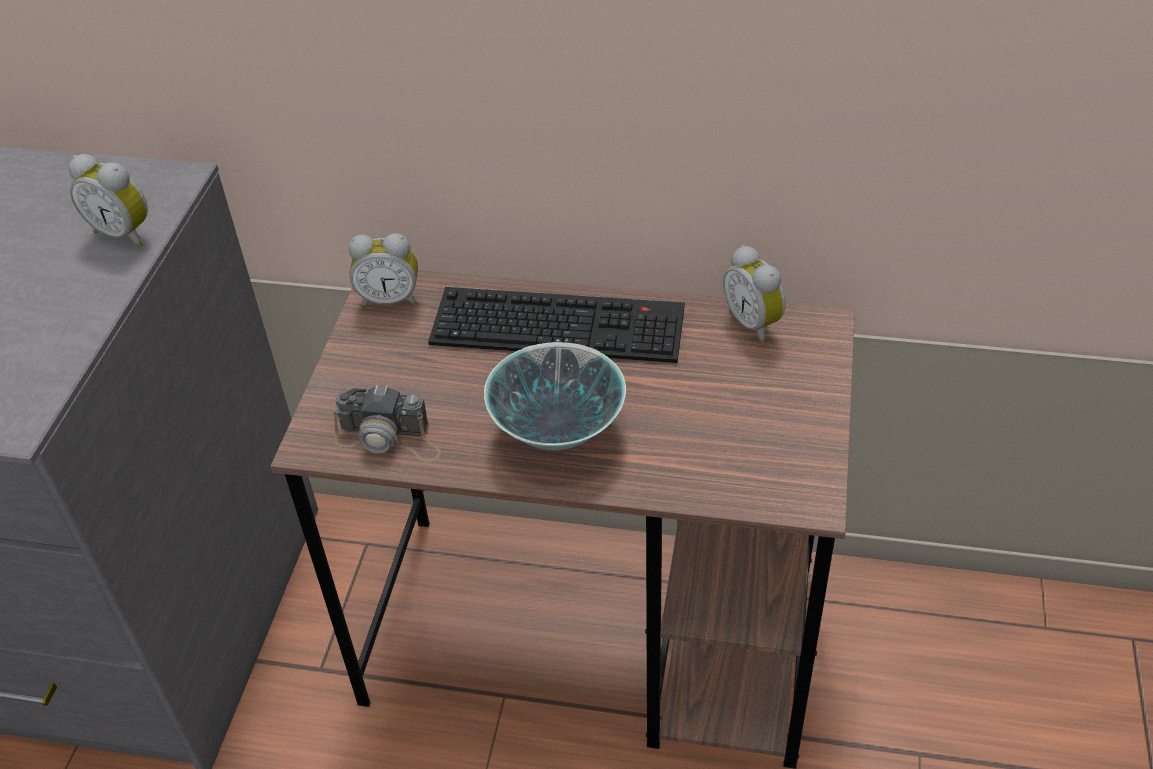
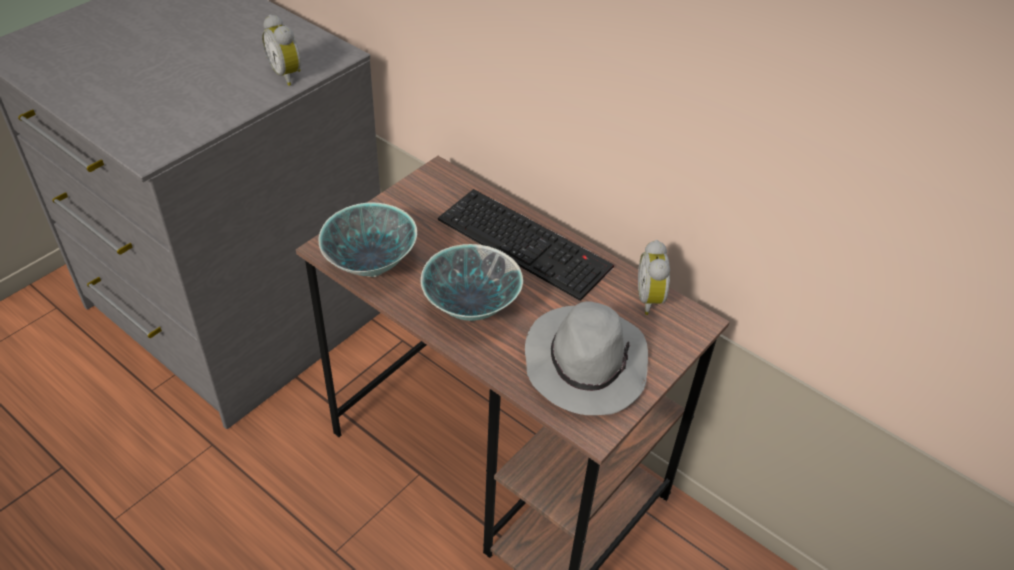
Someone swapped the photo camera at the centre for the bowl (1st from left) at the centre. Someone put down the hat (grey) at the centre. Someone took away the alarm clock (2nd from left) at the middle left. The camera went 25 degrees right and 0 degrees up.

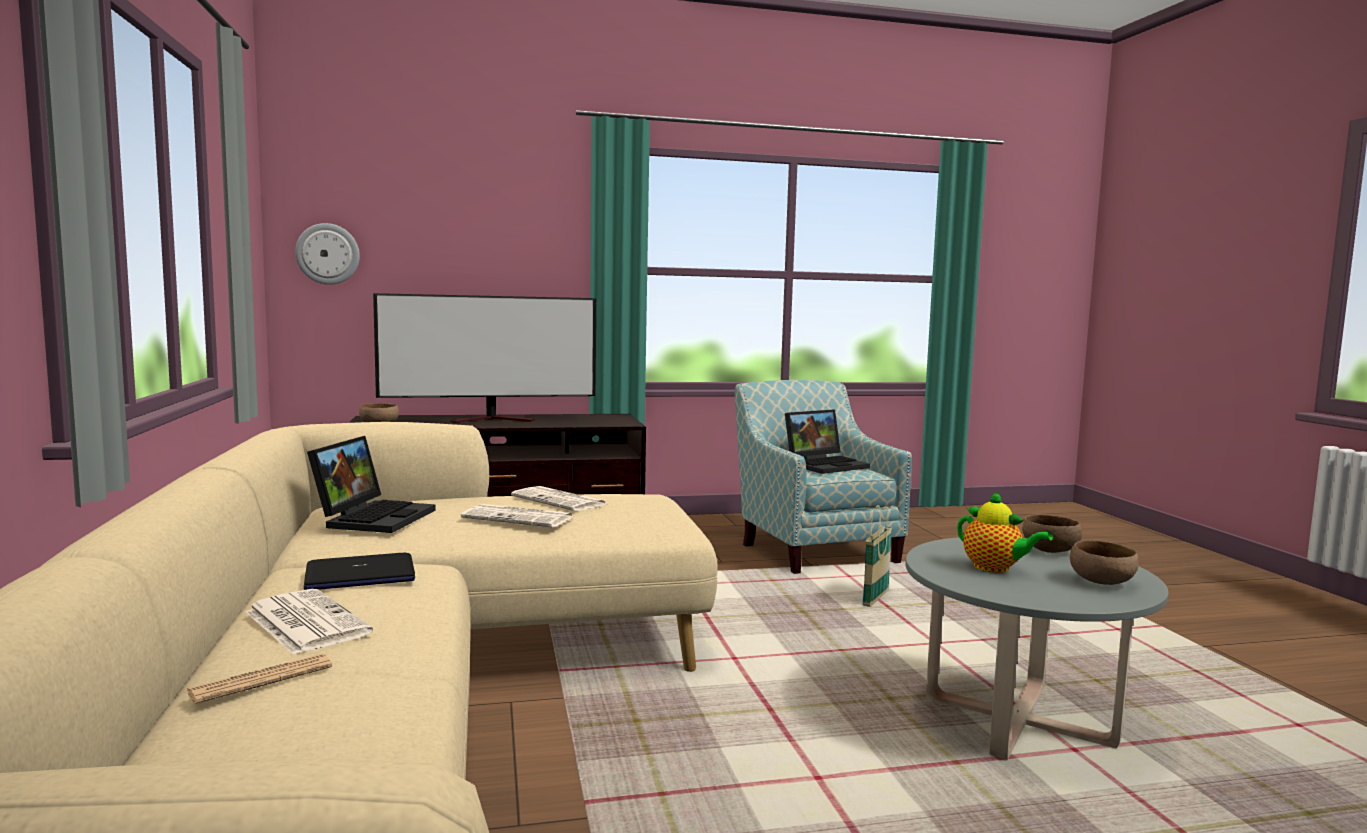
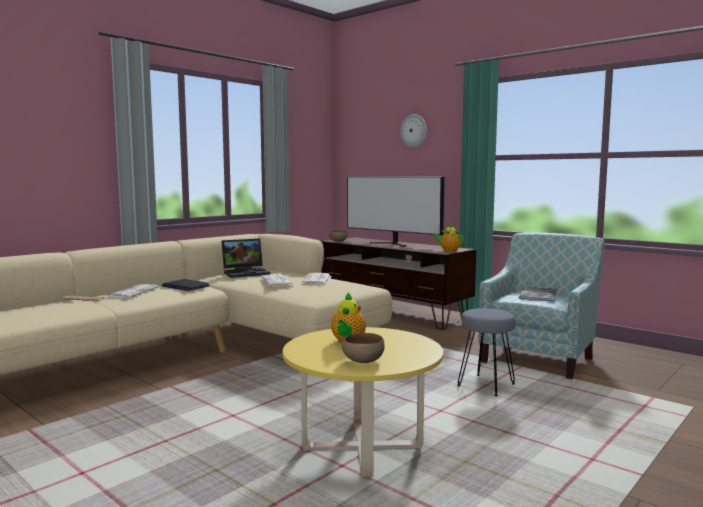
Someone repainted the coffee table (grey) at the bottom right, which became the coffee table (yellow) at the bottom centre. Someone carried the wall clock from the top left to the top centre. Someone put down the teapot (2nd from left) at the centre. Someone swapped the basket at the bottom centre for the stool (grey) at the bottom right. Someone swapped the laptop (3rd from left) at the centre for the book at the middle right. Someone took away the bowl (brown) (2nd from left) at the middle right. The camera went 55 degrees right and 0 degrees up.

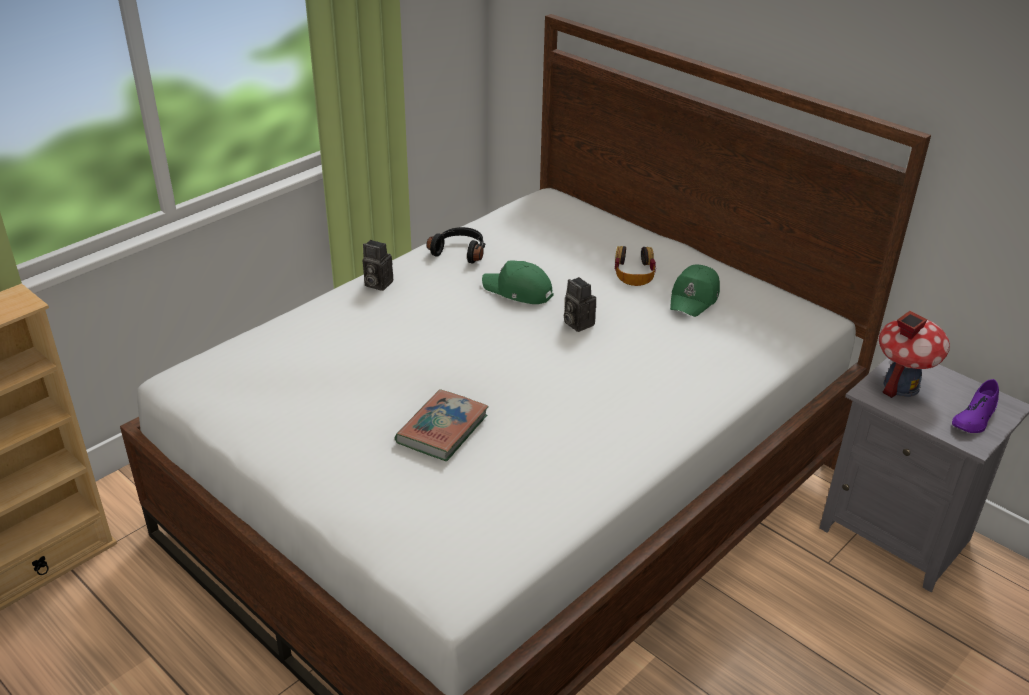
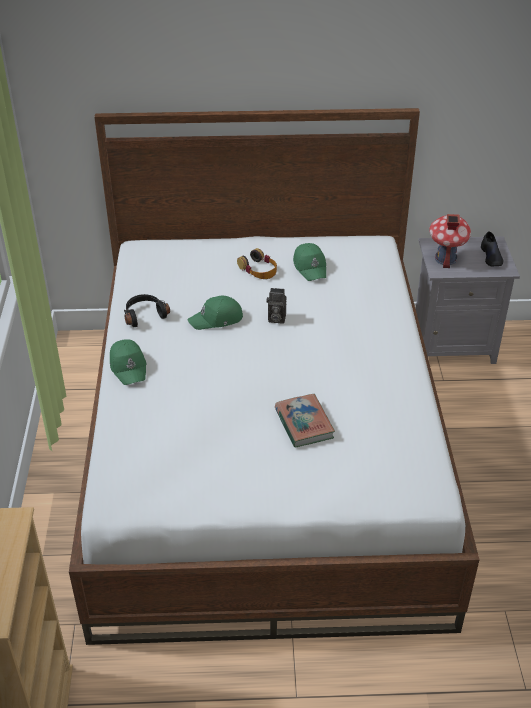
Someone swapped the photo camera (1st from left) at the centre for the cap (green) (1st from left) at the middle left. Someone repainted the shoe (purple) at the middle right, which became the shoe (black) at the middle right. The camera went 45 degrees left and 5 degrees up.

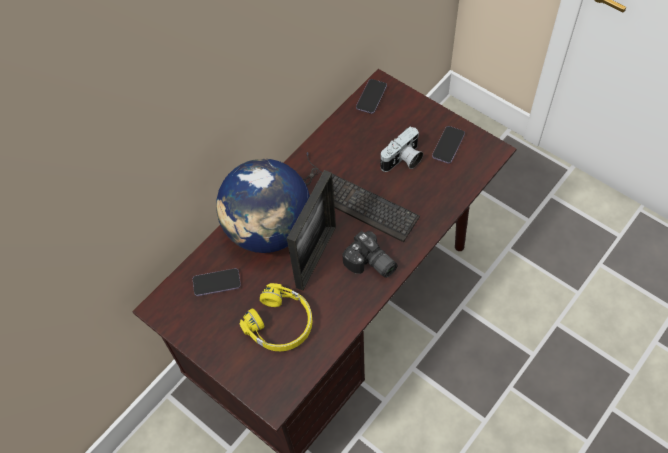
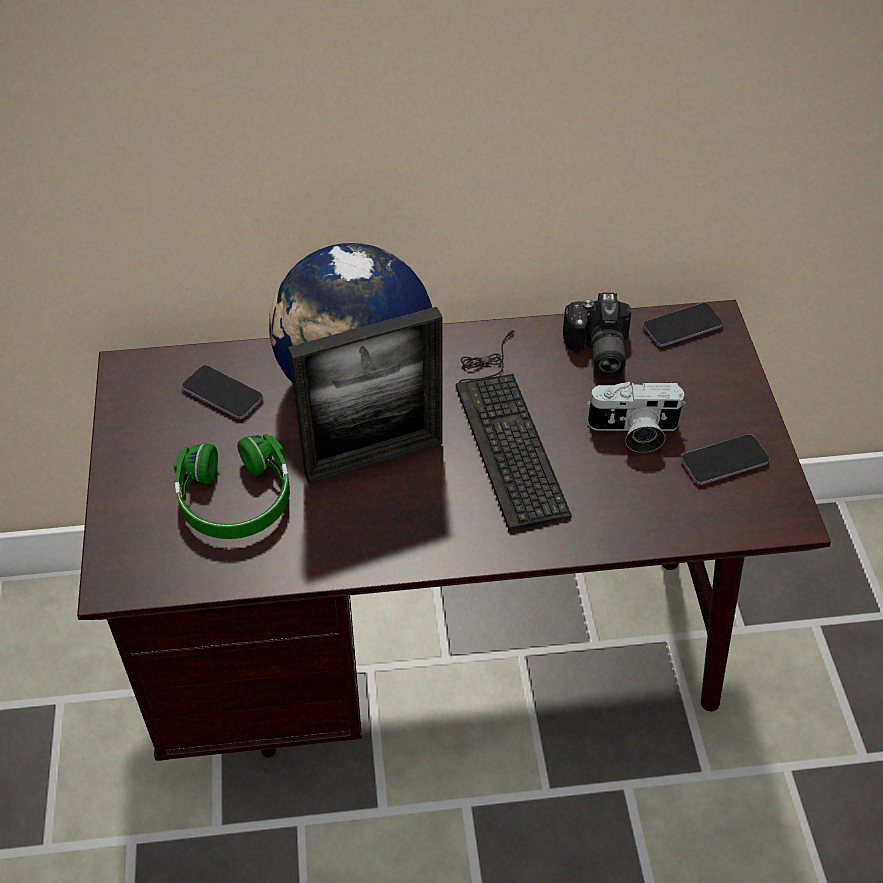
Someone repainted the headphones (yellow) at the bottom centre, which became the headphones (green) at the middle left. Someone carried the photo camera (1st from left) from the centre to the middle right. The camera went 40 degrees right and 10 degrees down.

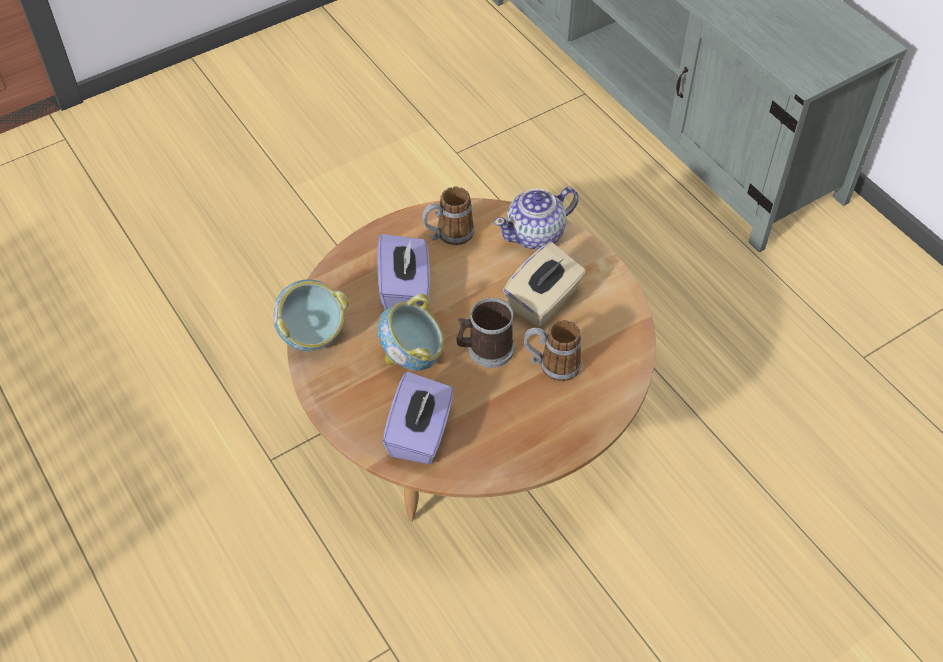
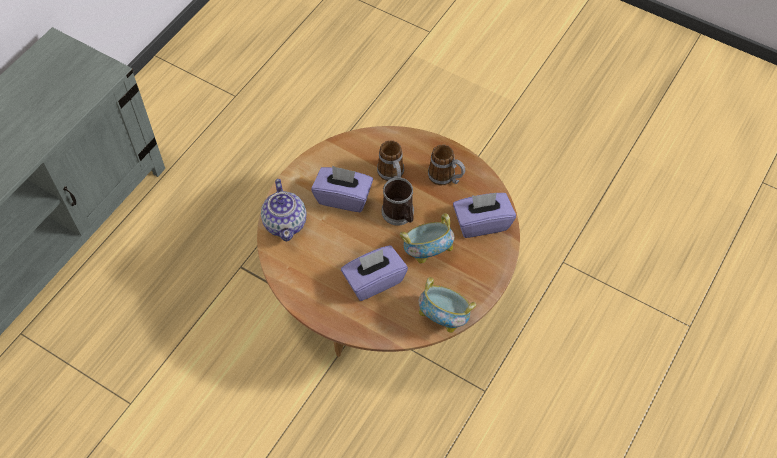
Someone rotated the teapot at the top centre by 45 degrees clockwise. Someone repainted the tissue box (beige) at the centre, which became the tissue box (purple) (1st from left) at the centre. Someone carried the mug (1st from left in the first image) from the top centre to the centre. The camera went 115 degrees left and 5 degrees up.

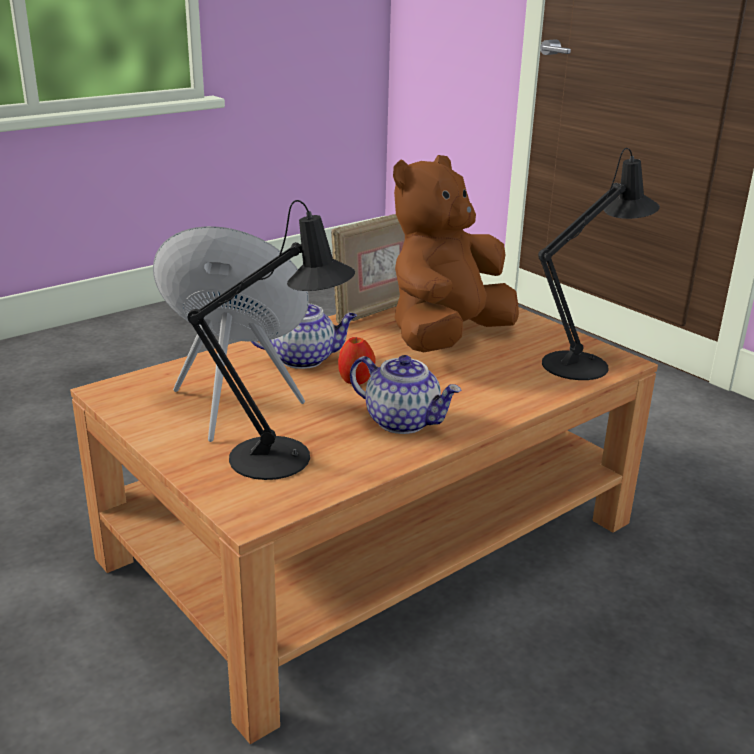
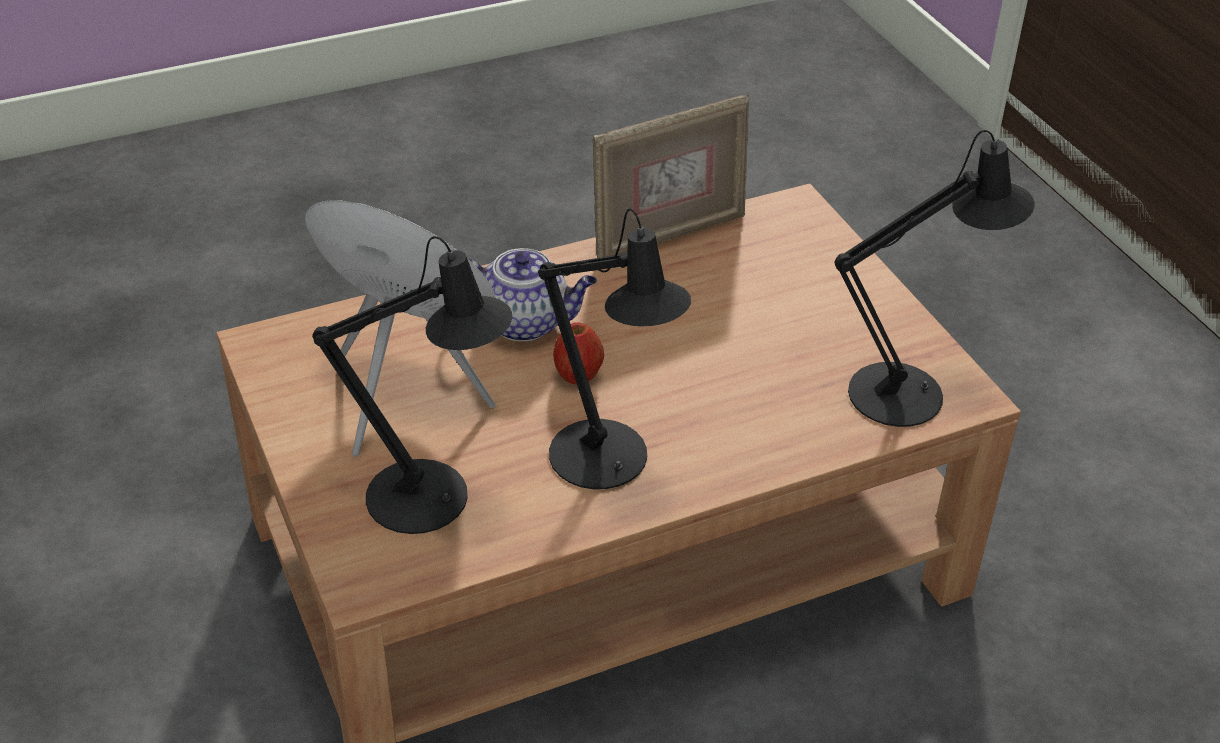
Someone swapped the teapot (2nd from left) at the centre for the table lamp (black) (2nd from left) at the centre. Someone took away the plush toy (brown) at the centre. The camera went 15 degrees right and 15 degrees up.

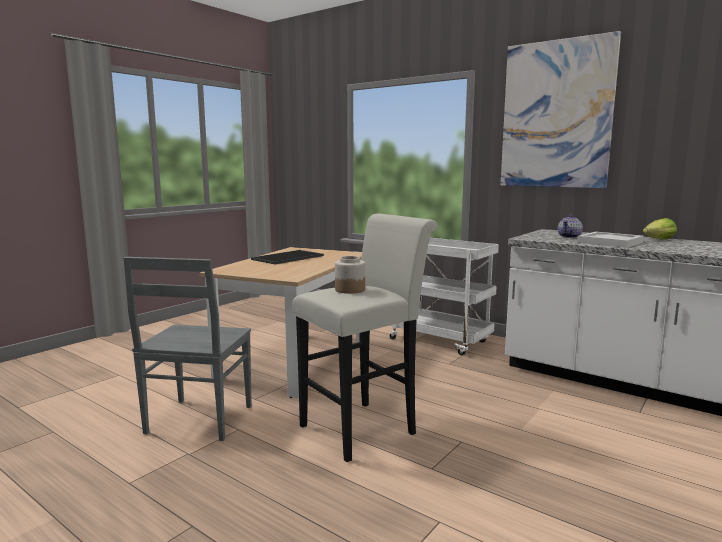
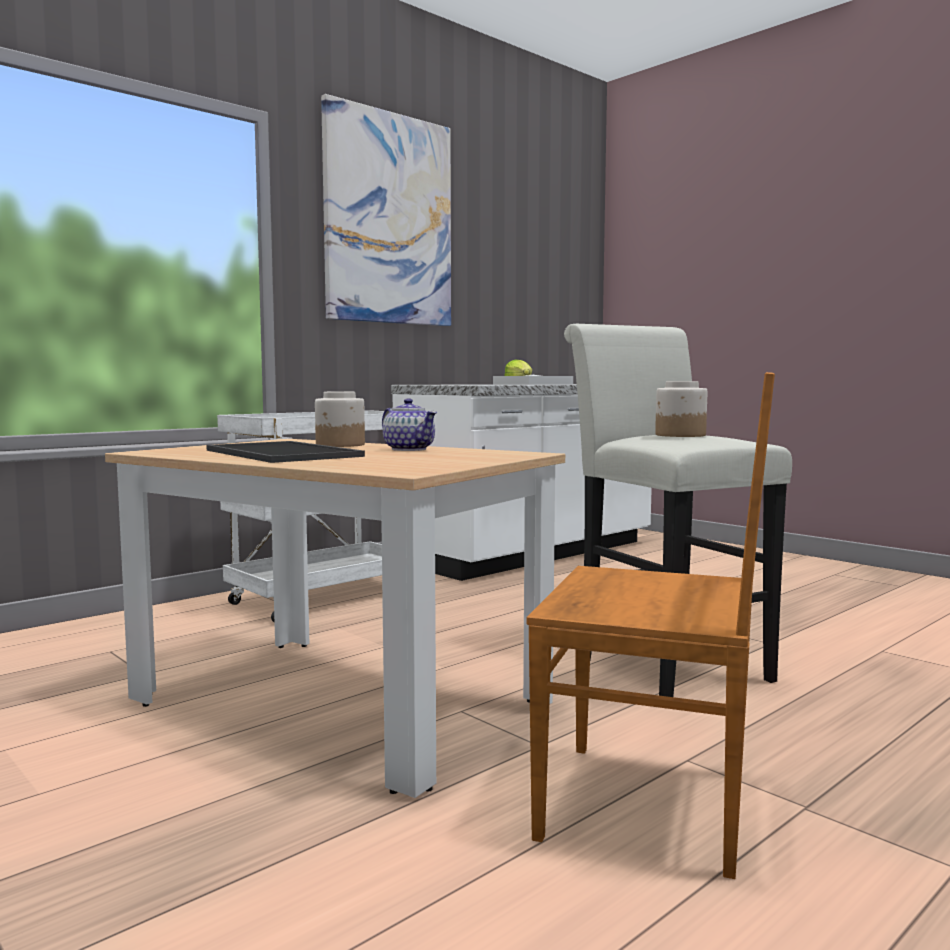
Someone put down the jar (1st from left) at the centre. Someone carried the teapot from the middle right to the centre. Someone repainted the chair (grey) at the middle left, which became the chair (brown) at the middle right. The camera went 80 degrees left and 5 degrees down.

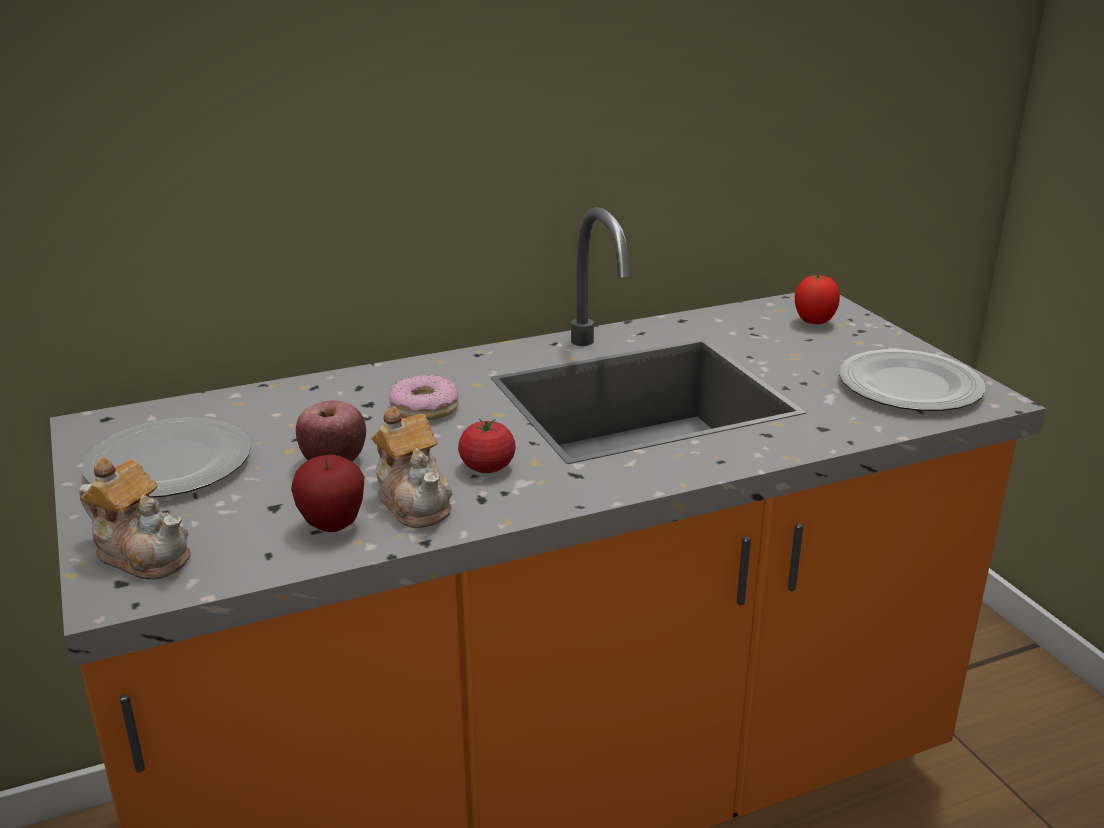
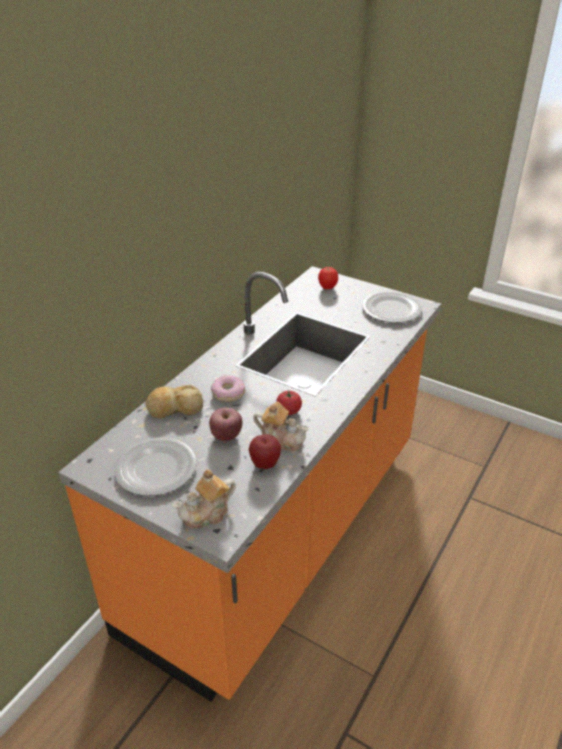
Someone put down the bread at the middle left. Someone rotated the teapot (1st from left) at the middle left by 150 degrees clockwise. The camera went 35 degrees left and 10 degrees up.

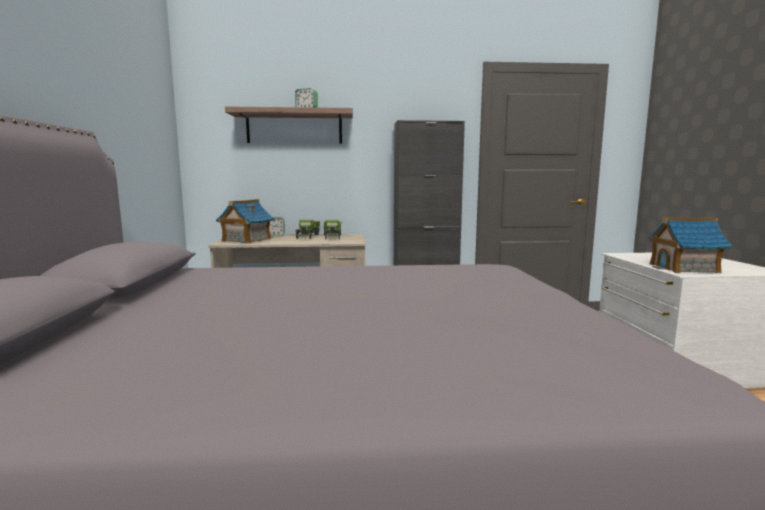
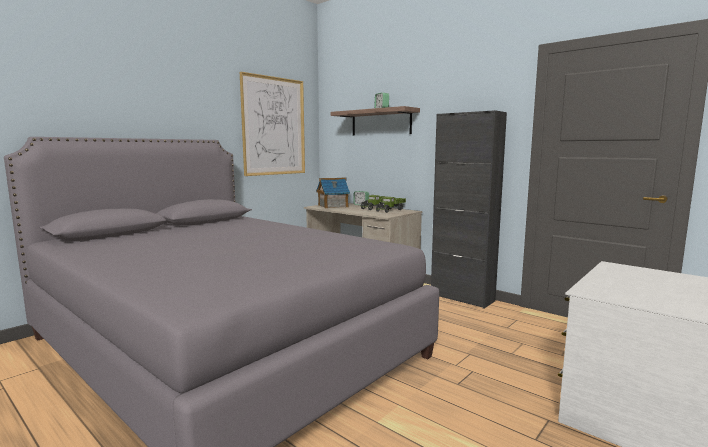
Someone put up the picture at the top centre. Someone took away the toy house (2nd from left) at the middle right. The camera went 45 degrees right and 0 degrees up.

